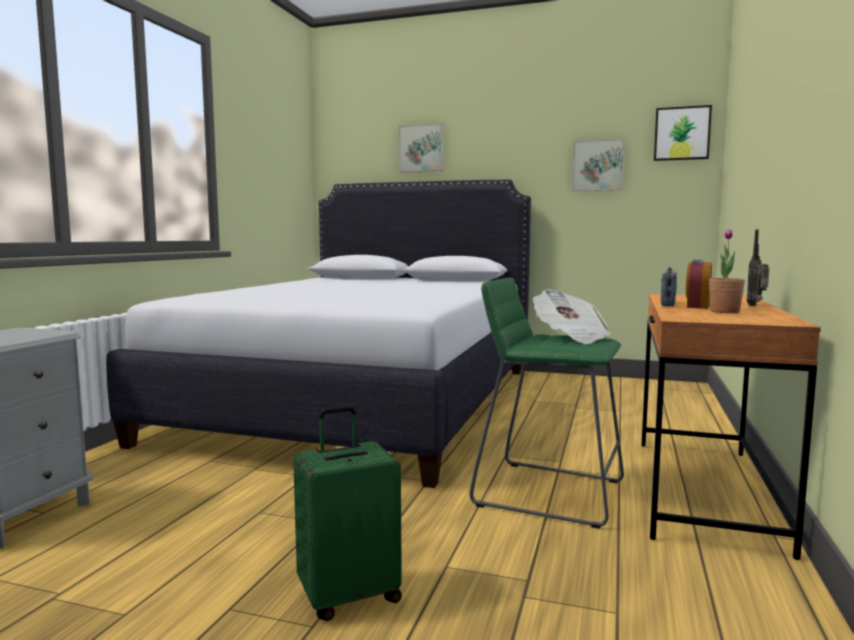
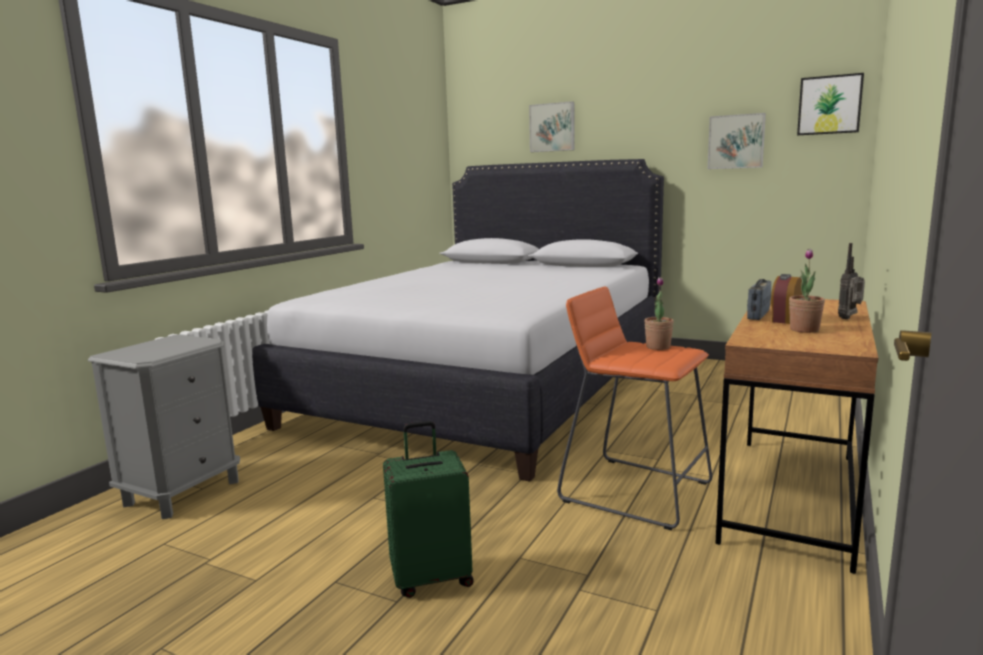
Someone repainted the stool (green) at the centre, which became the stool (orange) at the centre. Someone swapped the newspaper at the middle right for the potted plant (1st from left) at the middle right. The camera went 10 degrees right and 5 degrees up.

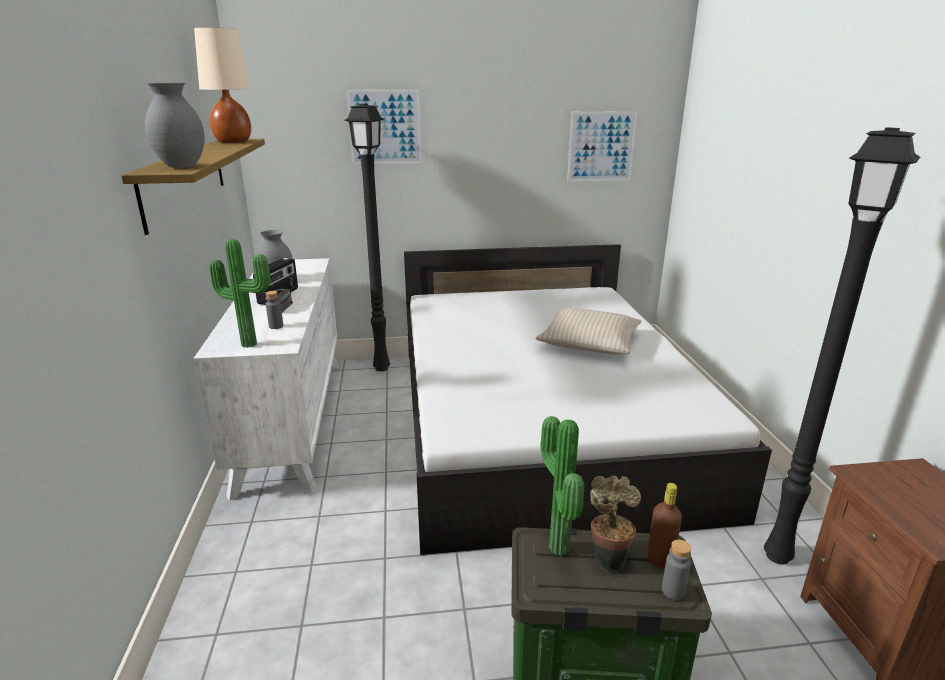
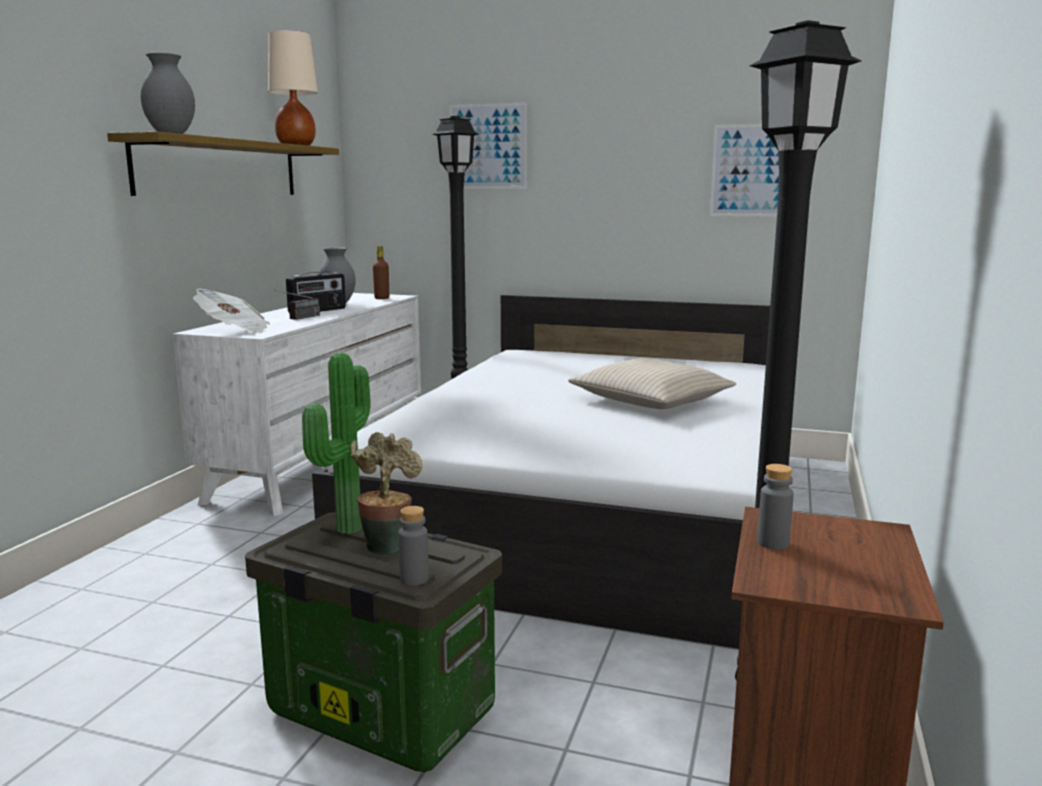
Someone swapped the potted plant (1st from left) at the middle left for the newspaper at the middle left. Someone carried the bottle (brown) from the bottom right to the centre. Someone carried the bottle (grey) (1st from left in the first image) from the middle left to the middle right. The camera went 25 degrees right and 10 degrees down.

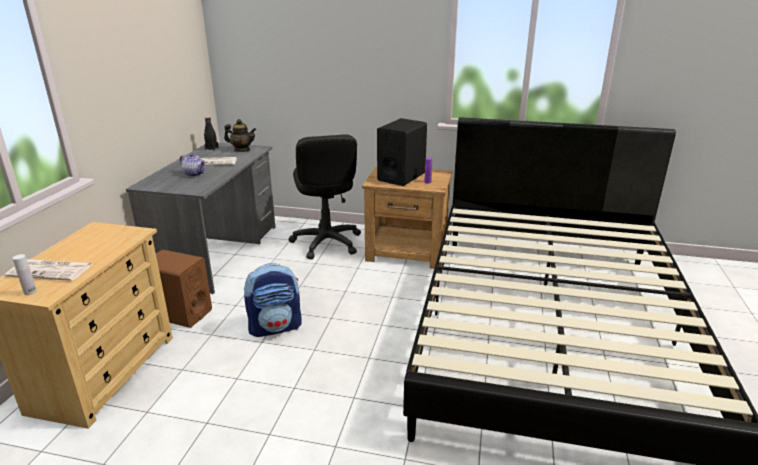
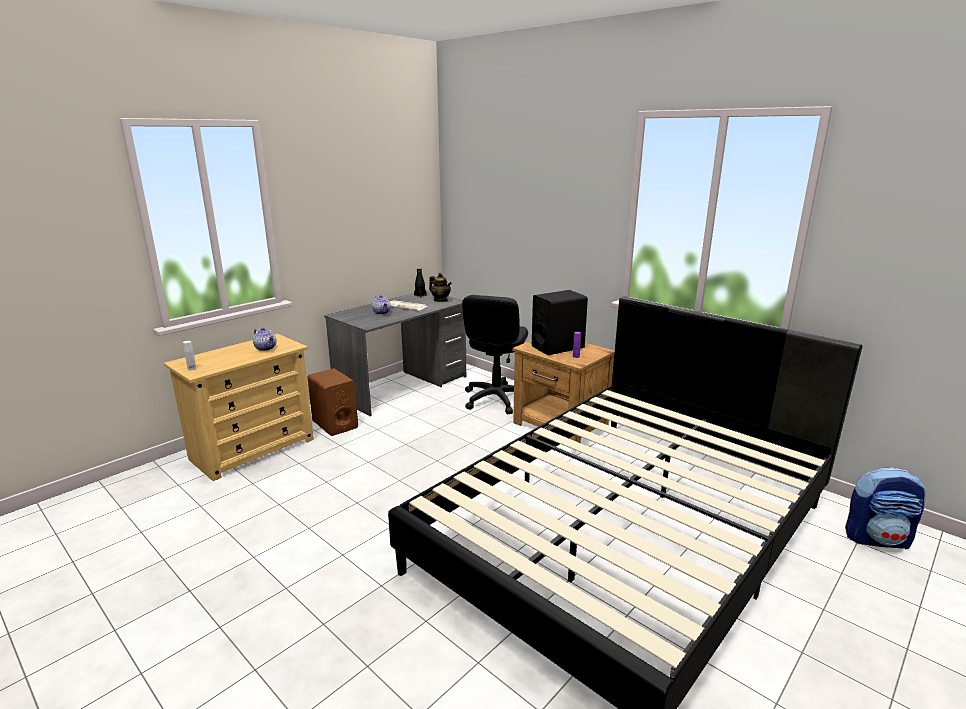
Someone put down the teapot (1st from left) at the middle left. Someone carried the backpack from the centre to the bottom right. Someone took away the newspaper (1st from left) at the middle left. The camera went 30 degrees right and 5 degrees down.

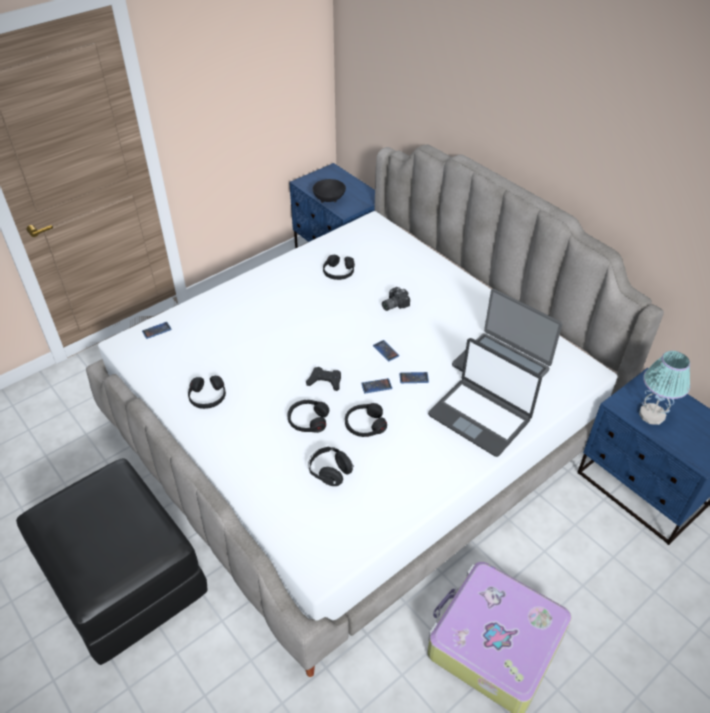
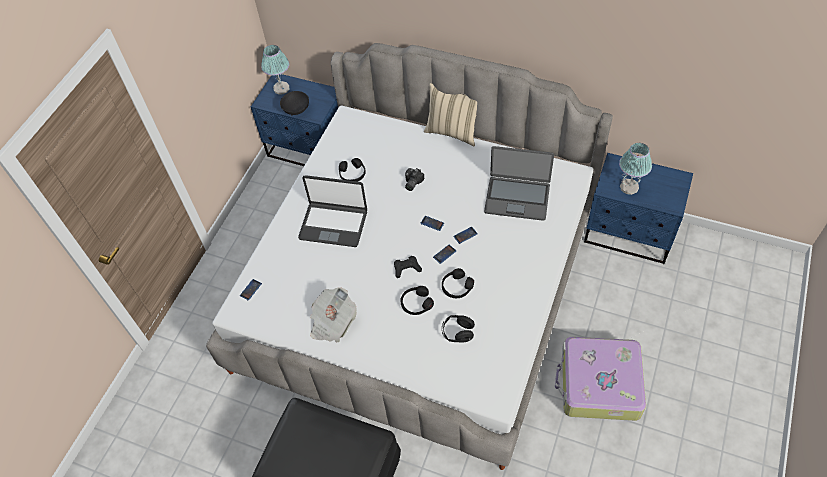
Someone put down the table lamp (1st from left) at the top left. Someone carried the laptop (1st from left) from the middle right to the centre. Someone swapped the headphones (black) (1st from left) at the middle left for the newspaper at the centre. Someone put down the pillow (beige) at the top centre. The camera went 25 degrees left and 10 degrees up.

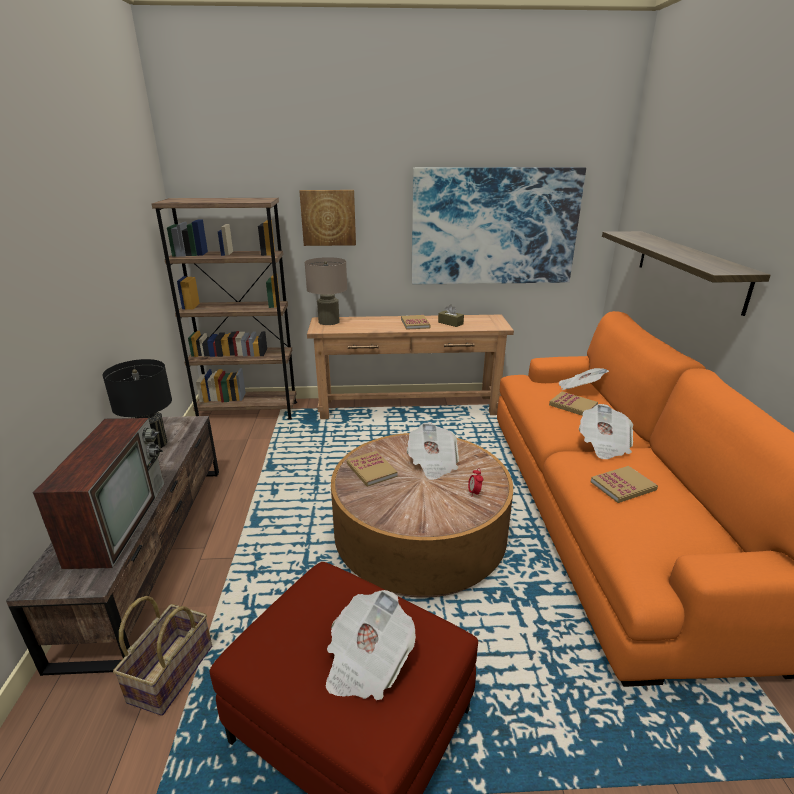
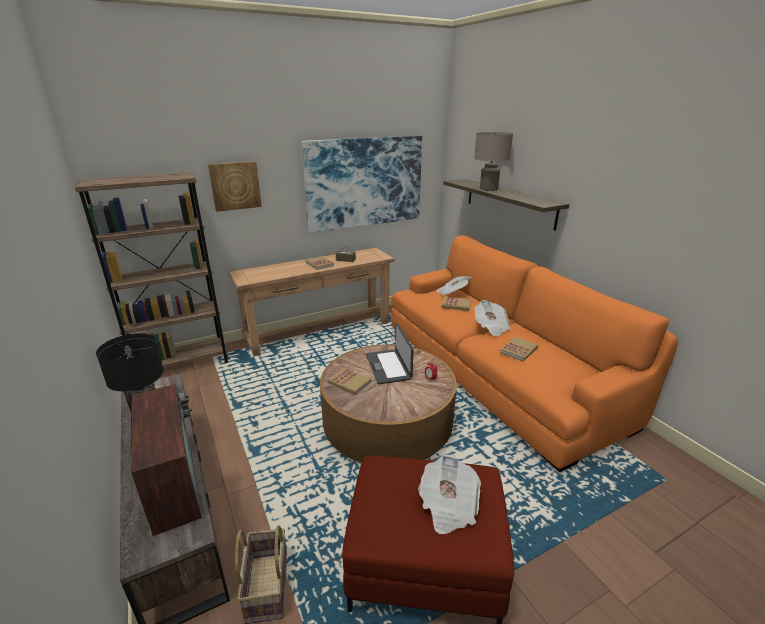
Someone swapped the newspaper (2nd from left) at the centre for the laptop at the centre. Someone carried the table lamp (beige) from the centre to the top centre. The camera went 25 degrees left and 0 degrees up.

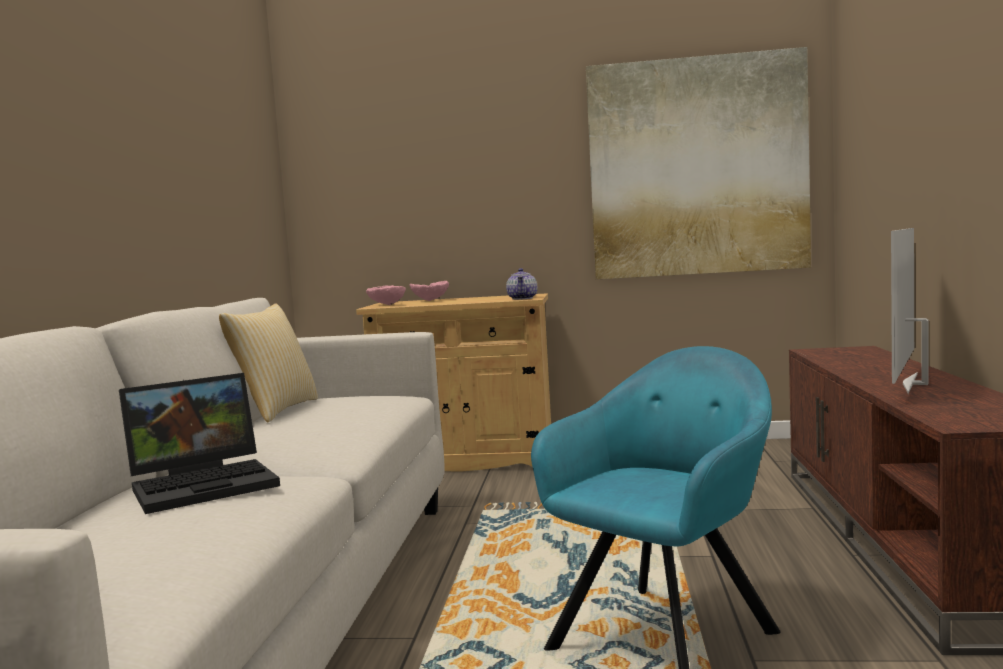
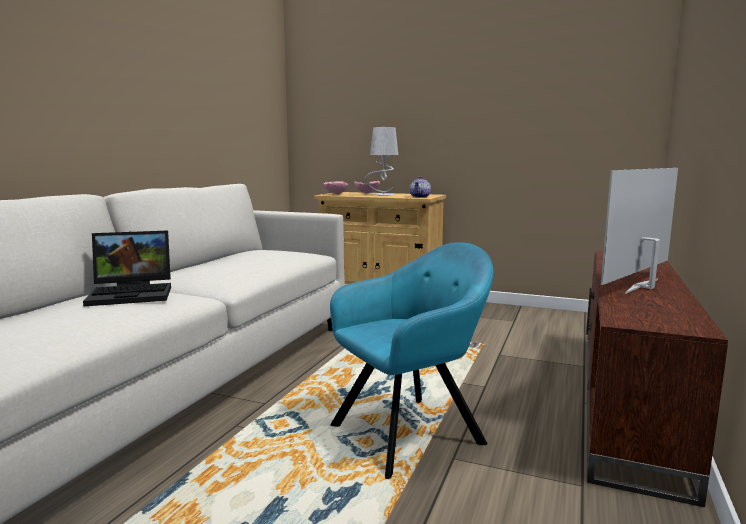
Someone put down the table lamp (grey) at the top centre. Someone took away the pillow at the middle left. Someone took away the picture at the top right. The camera went 15 degrees right and 5 degrees up.

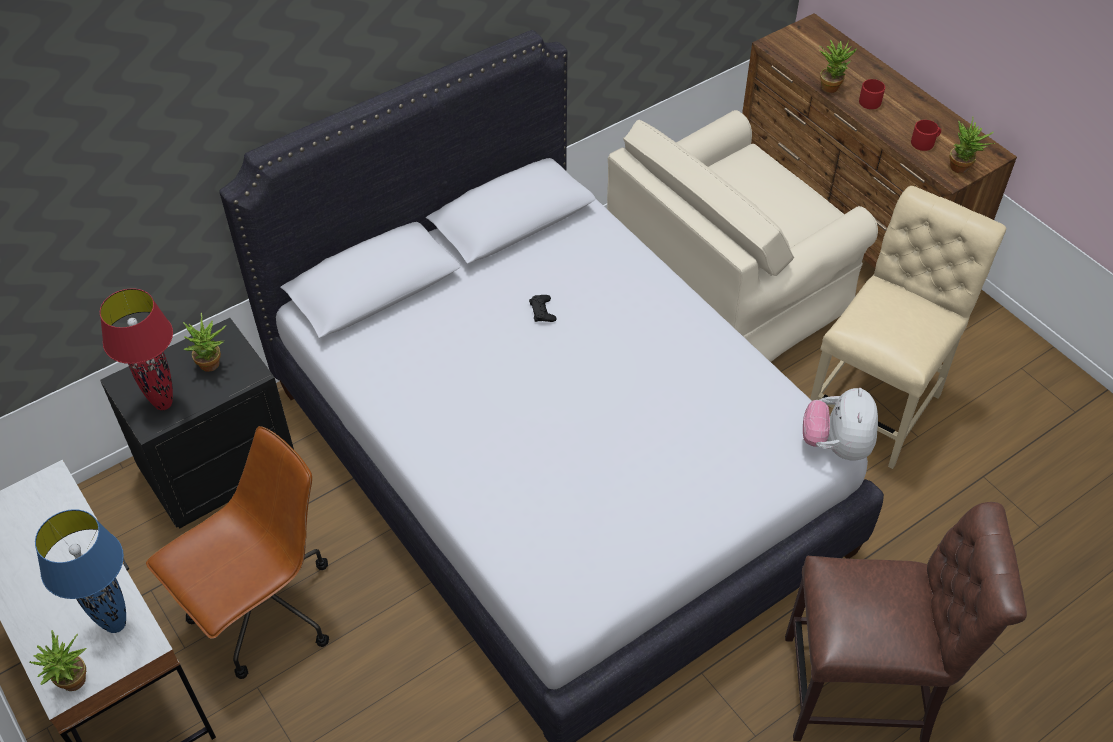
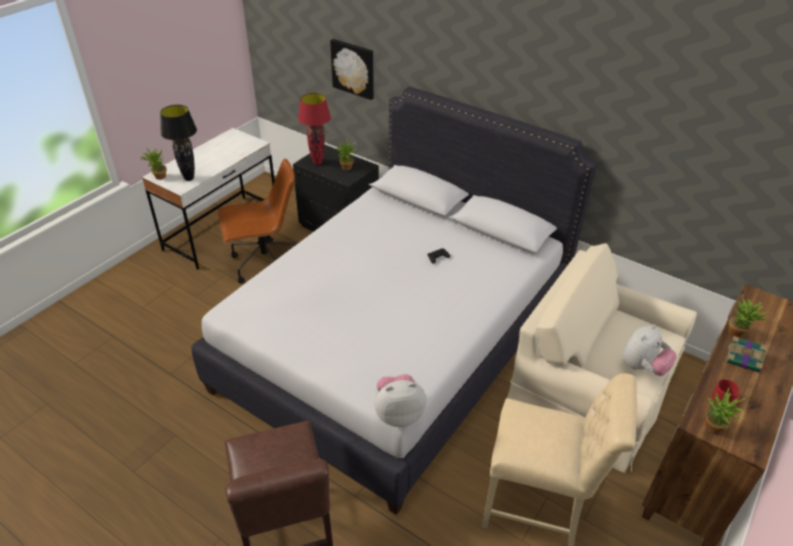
Someone repainted the table lamp (blue) at the bottom left, which became the table lamp (black) at the top left. Someone rotated the office chair (brown) at the bottom left by 45 degrees counterclockwise. Someone put up the picture at the top centre. Someone put down the plush toy (2nd from left) at the middle right. Someone swapped the mug (red) (1st from left) at the top right for the book at the middle right. The camera went 70 degrees right and 10 degrees down.

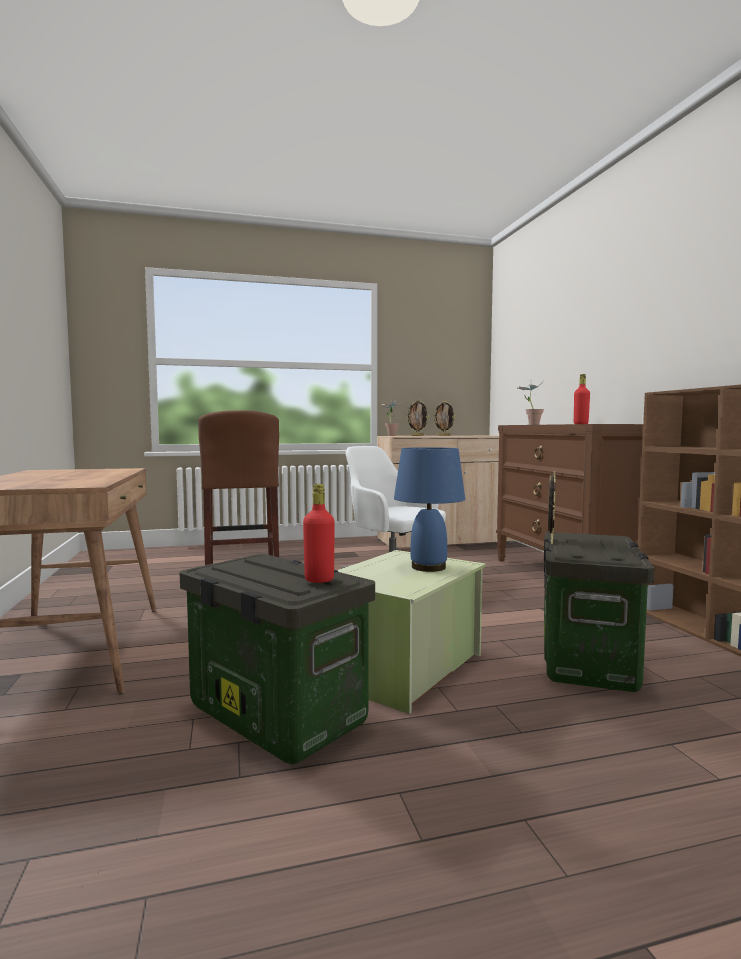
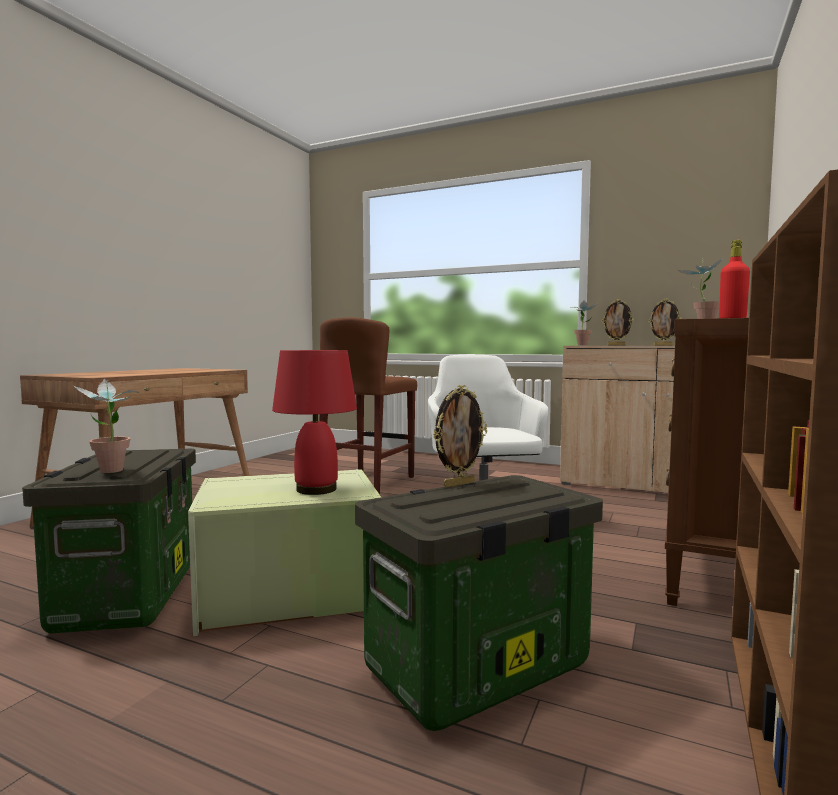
Someone swapped the bottle (red) (1st from left) at the centre for the potted plant (1st from left) at the middle left. Someone repainted the table lamp (blue) at the centre, which became the table lamp (red) at the centre. The camera went 40 degrees right and 0 degrees up.

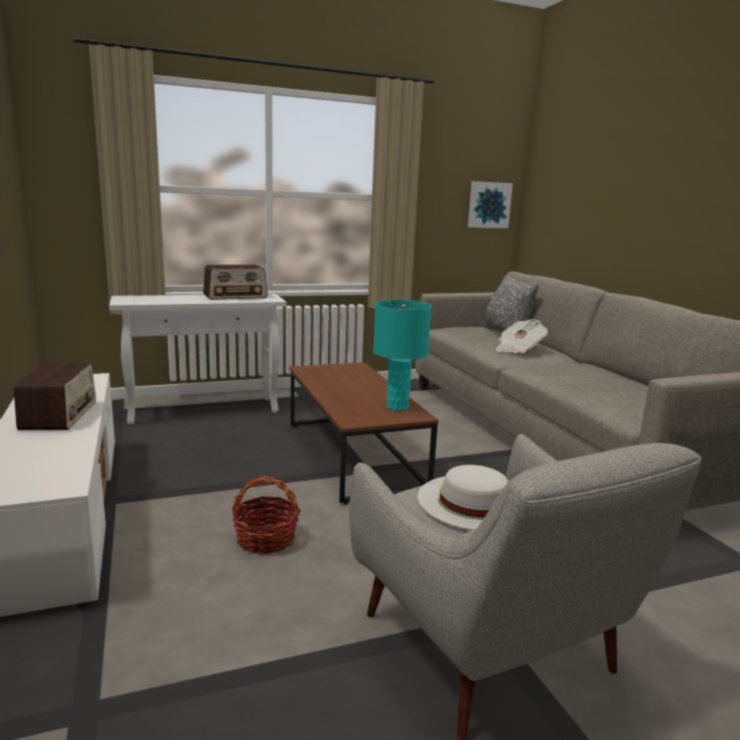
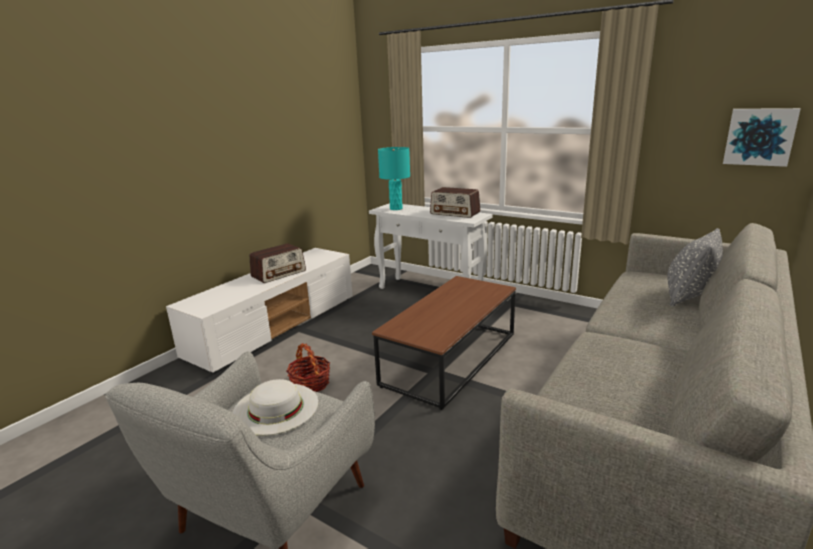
Someone carried the table lamp (turquoise) from the centre to the top centre. Someone took away the newspaper at the middle right. The camera went 55 degrees right and 5 degrees up.

